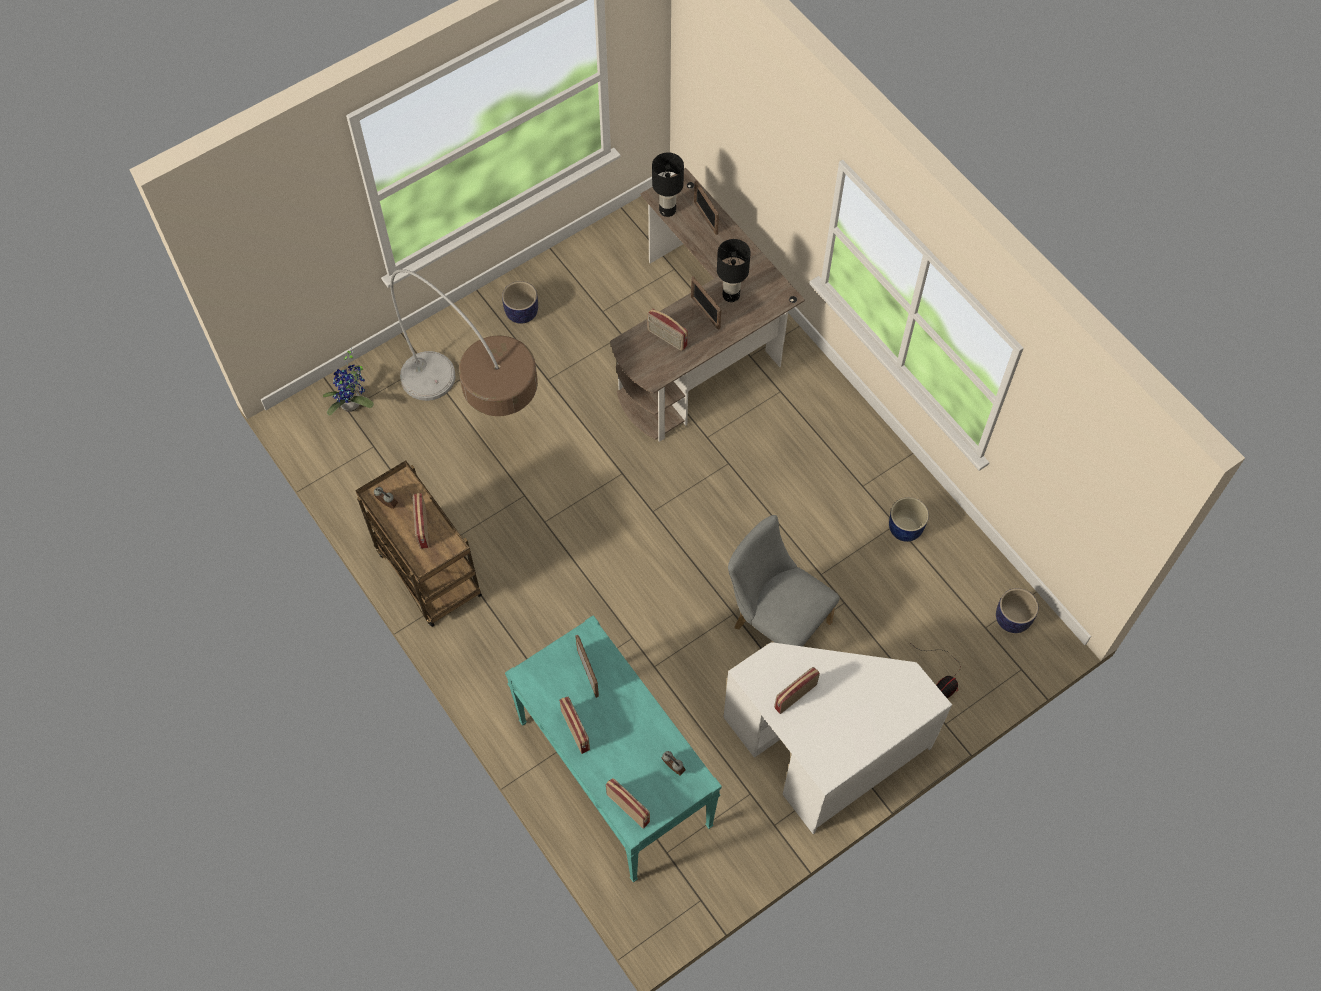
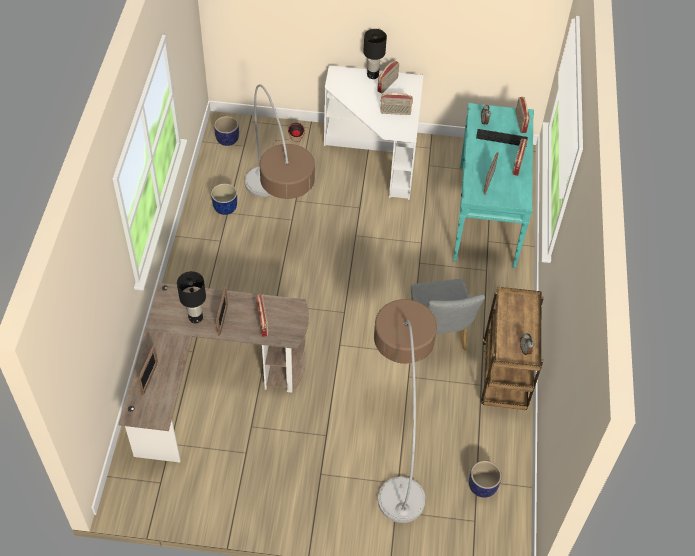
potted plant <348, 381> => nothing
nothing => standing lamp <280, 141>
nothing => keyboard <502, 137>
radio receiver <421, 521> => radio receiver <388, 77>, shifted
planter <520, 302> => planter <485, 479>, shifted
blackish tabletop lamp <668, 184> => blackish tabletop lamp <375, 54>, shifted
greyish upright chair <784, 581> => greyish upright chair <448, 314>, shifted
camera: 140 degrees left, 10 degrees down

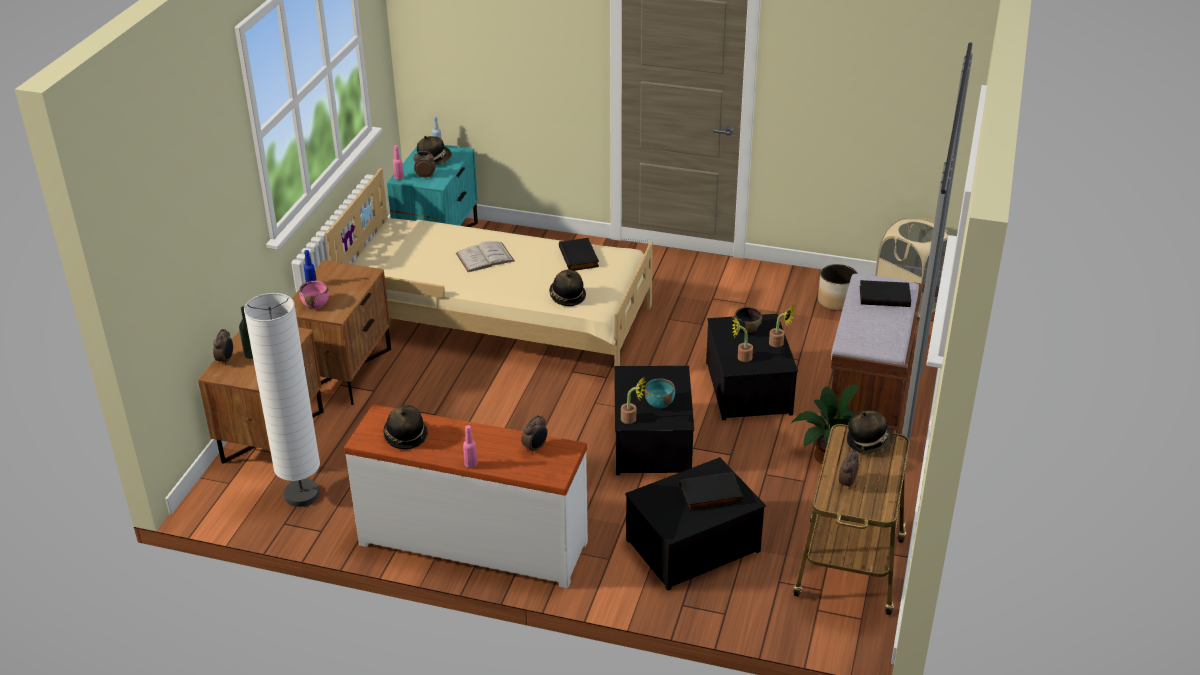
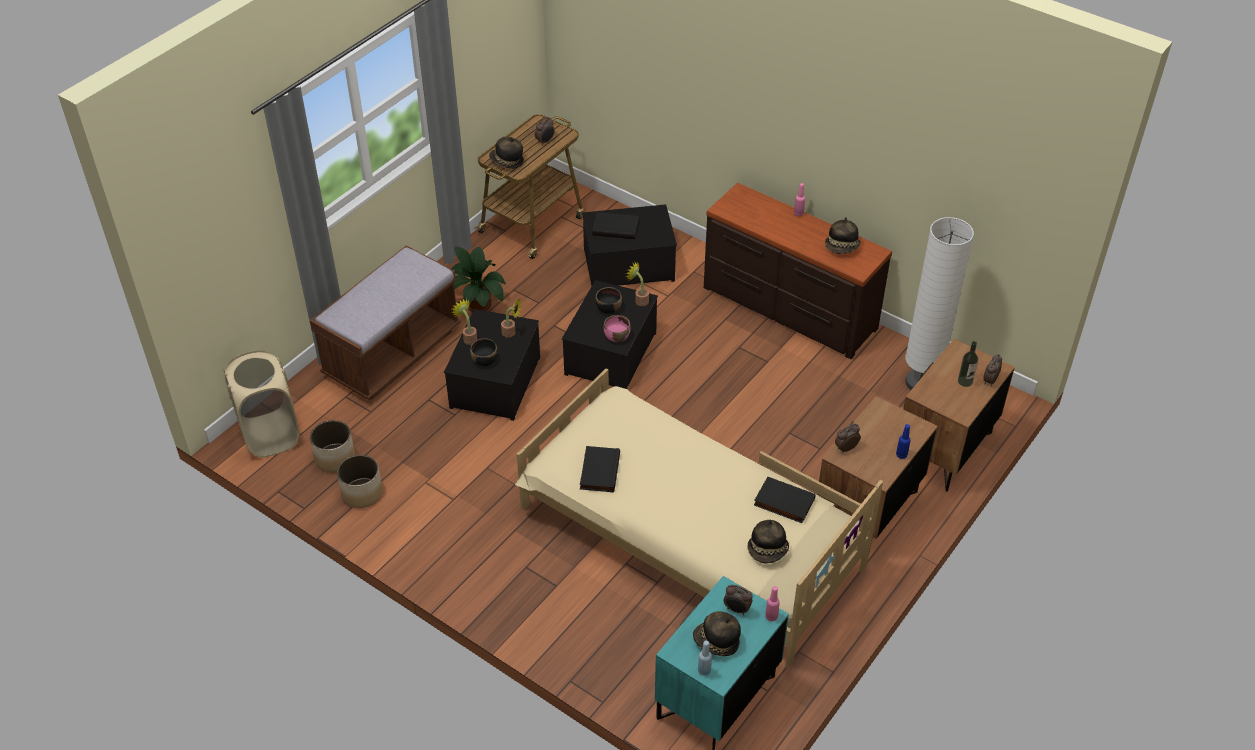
white-coloured volume <485, 256> => nothing
nothing => planter <360, 481>
pinkish serving bowl <314, 295> => pinkish serving bowl <617, 328>, shifted
bedside clock <534, 434> => bedside clock <848, 438>, shifted
clothing hat <567, 287> => clothing hat <768, 541>, shifted
blackish volume <885, 293> => blackish volume <785, 499>, shifted
white-coloured chest of drawers <466, 496> => brown chest of drawers <798, 271>
turquoise serving bowl <660, 393> => blackish serving bowl <608, 300>
camera: 160 degrees left, 10 degrees up

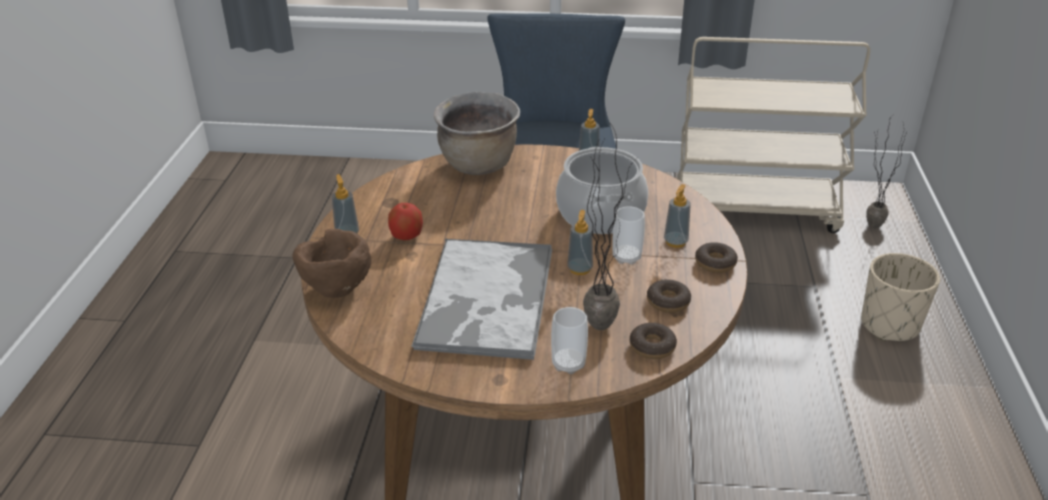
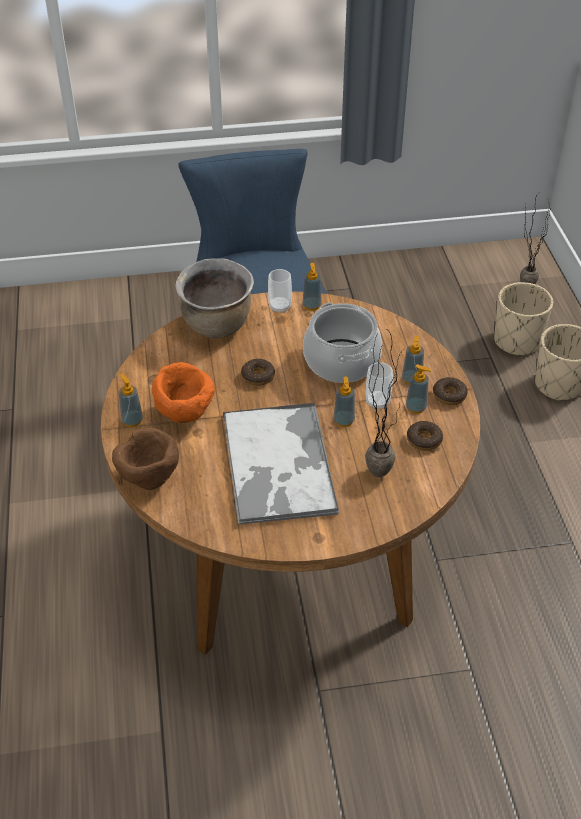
sand-coloured cart <773, 135> => nothing
nothing => soap bottle <419, 389>
nothing => sand-coloured planter <523, 319>
drinking cup <569, 340> => drinking cup <280, 291>, shifted
doughnut <653, 341> => doughnut <258, 372>, shifted
whole apple <405, 221> => orange serving bowl <183, 392>
camera: 15 degrees left, 10 degrees up

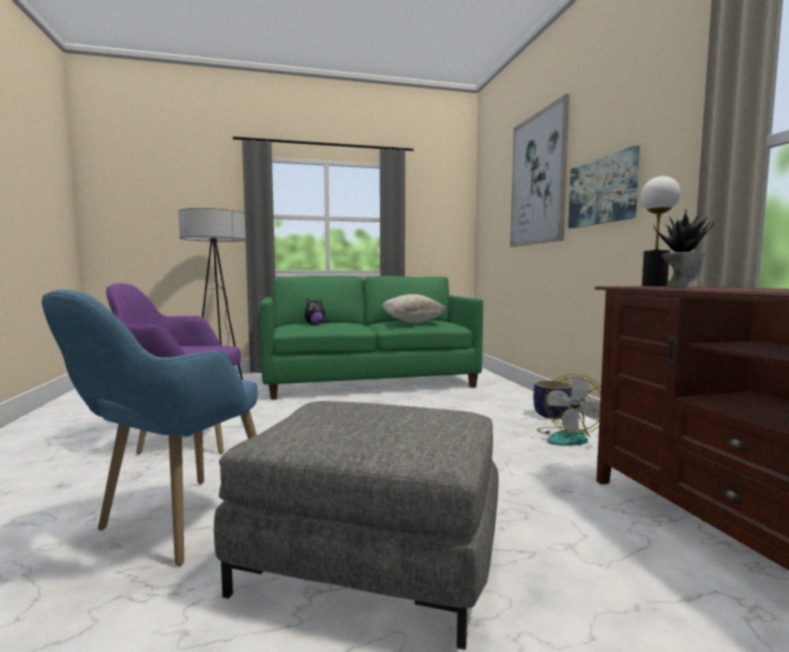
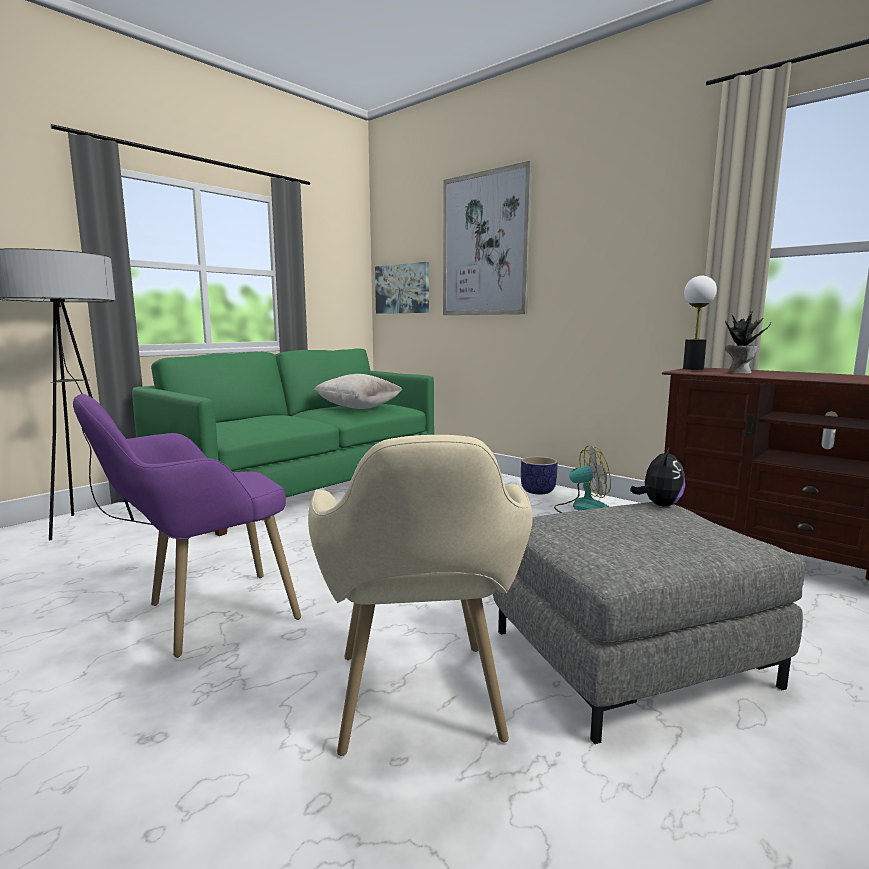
cuddly toy <314, 312> => cuddly toy <657, 476>, shifted
wall art <604, 187> => wall art <402, 288>, shifted
bluish lounge chair <150, 428> => sand-coloured lounge chair <420, 595>
electric fan <569, 410> => electric fan <582, 479>, 90 degrees counterclockwise
camera: 35 degrees left, 5 degrees up

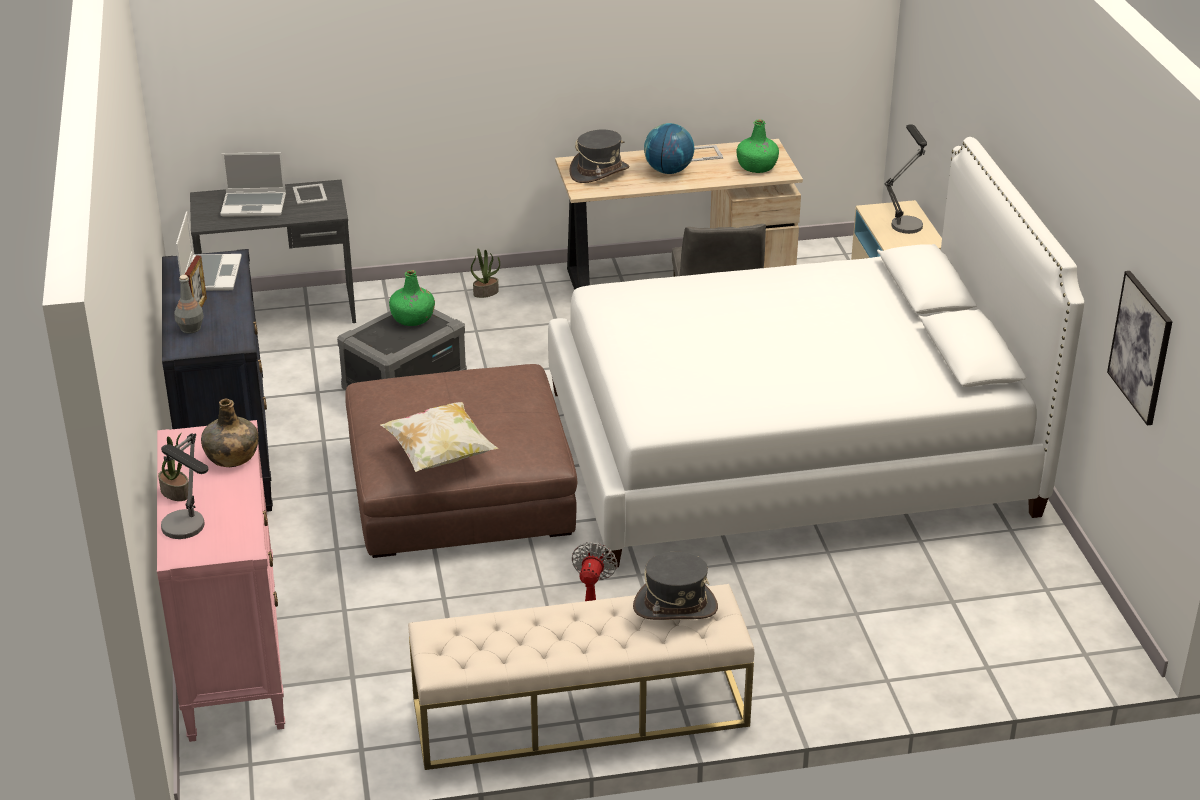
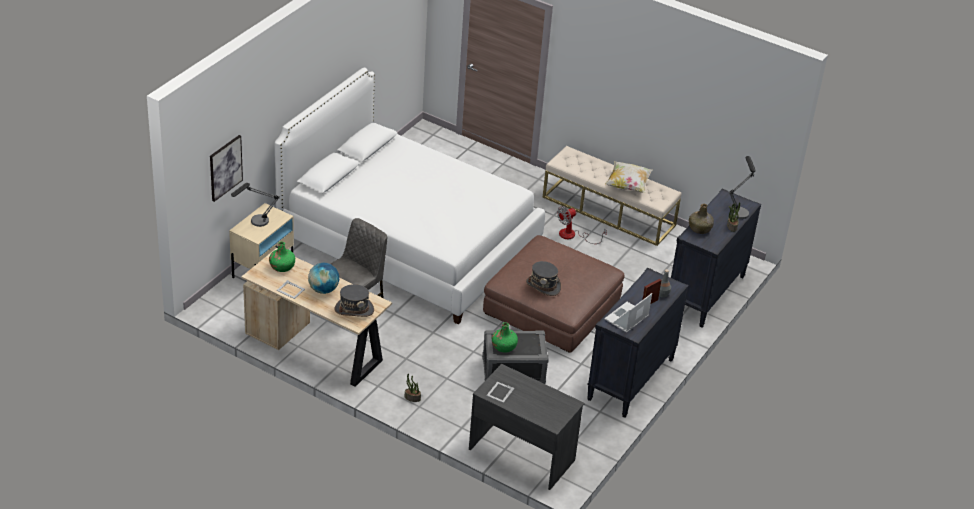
laptop <253, 184> => nothing
pillow <439, 437> => pillow <628, 177>, shifted
greyish clothing hat <675, 586> => greyish clothing hat <543, 278>, shifted
wall art <1140, 348> => wall art <226, 168>, shifted
pinkish chest of drawers <221, 581> => blackish chest of drawers <716, 258>
camera: 140 degrees left, 5 degrees up

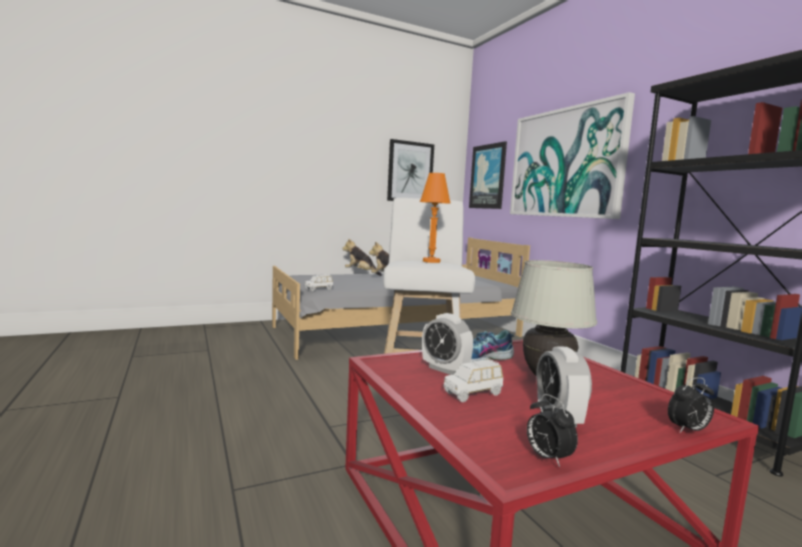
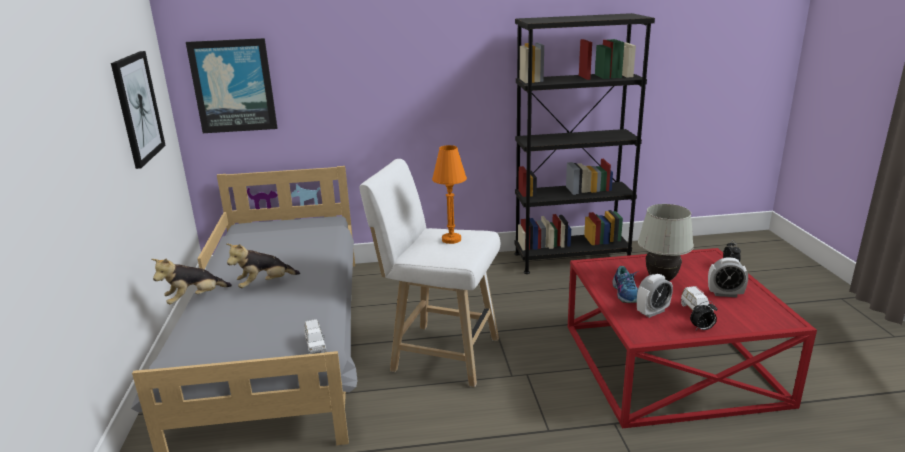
wall art <572, 155> => nothing
bedside clock <552, 430> => bedside clock <703, 315>, shifted
camera: 70 degrees left, 15 degrees up

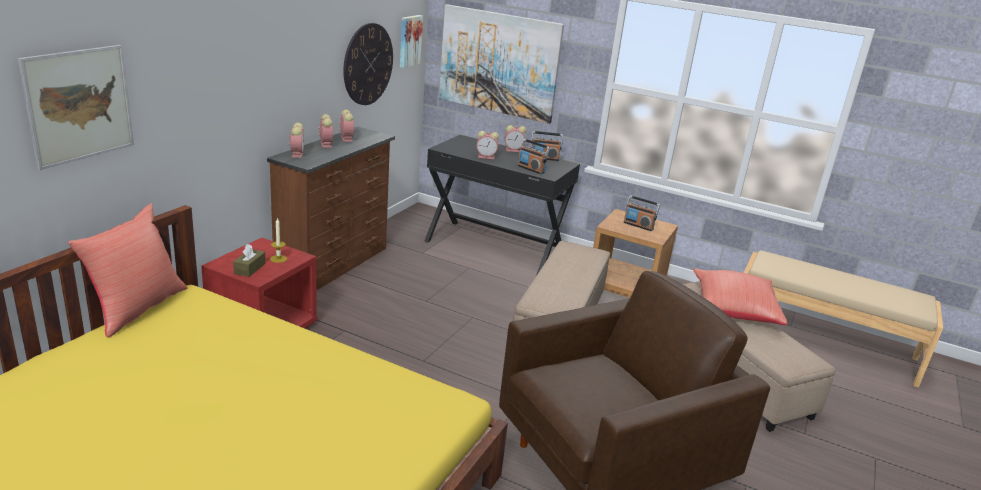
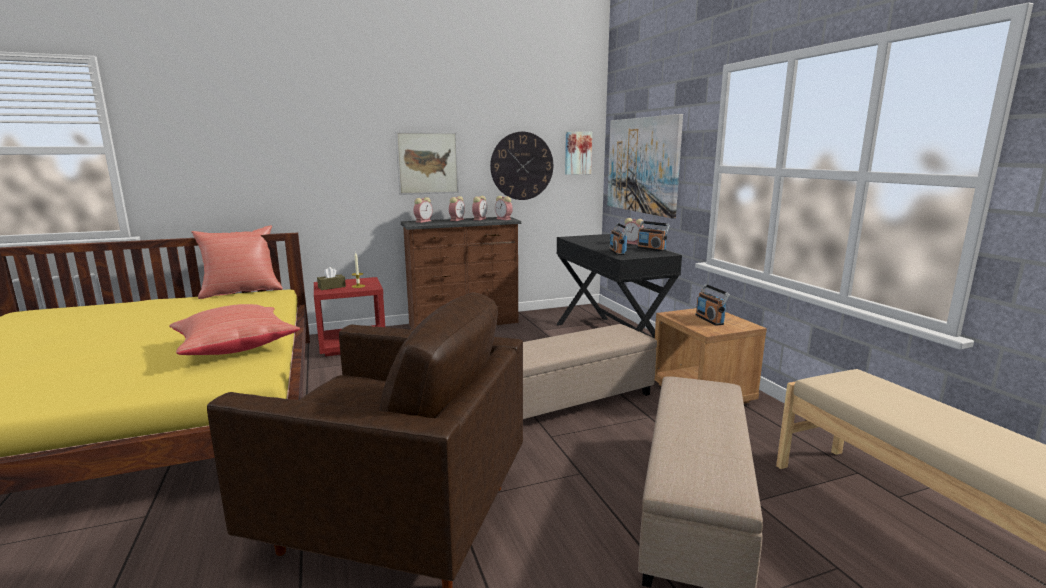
wall art <76, 107> => wall art <427, 163>, shifted
bedside clock <488, 145> => bedside clock <504, 208>, shifted
reddish pillow <740, 297> => reddish pillow <234, 329>, shifted
camera: 45 degrees right, 10 degrees down

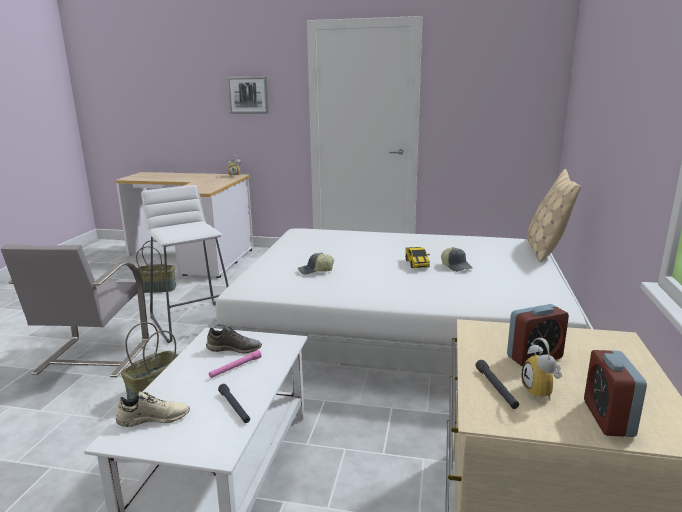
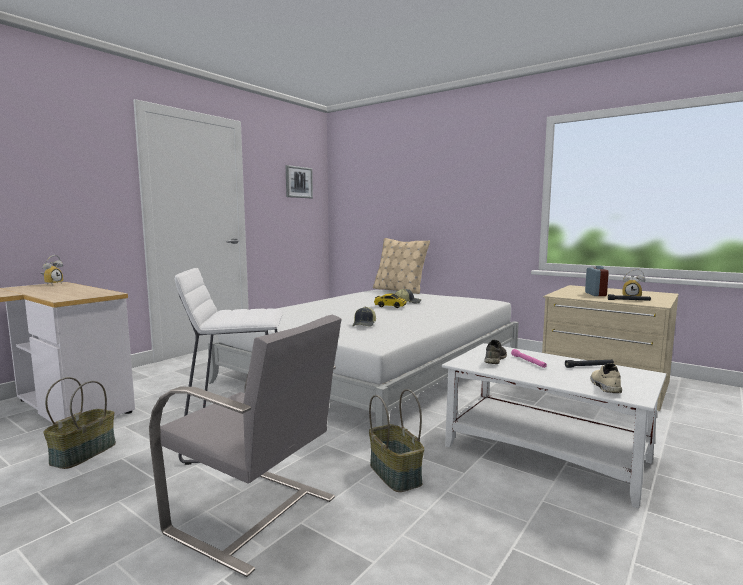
bedside clock <615, 393> => nothing
wall art <248, 95> => wall art <299, 181>, shifted
camera: 65 degrees left, 10 degrees down

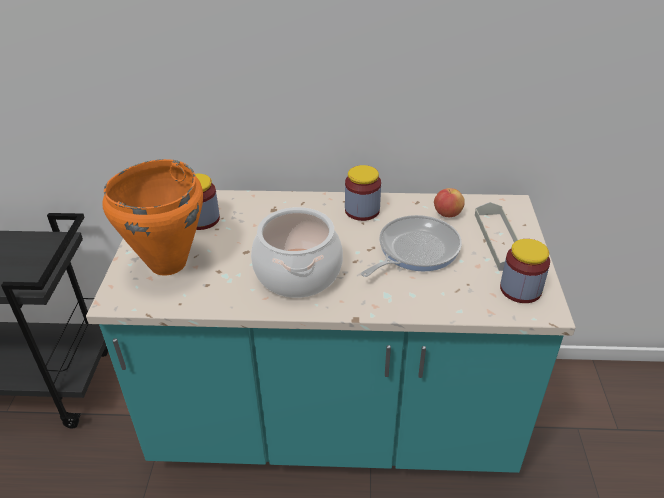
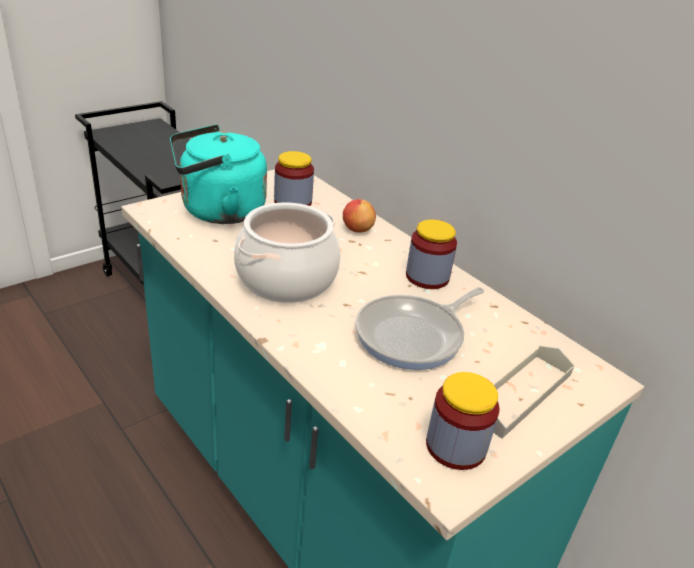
whole apple <449, 202> => whole apple <359, 215>, shifted
orange stockpot <152, 217> => turquoise kettle <218, 174>
skillet <411, 246> => skillet <420, 328>, 135 degrees clockwise
camera: 45 degrees right, 5 degrees down

